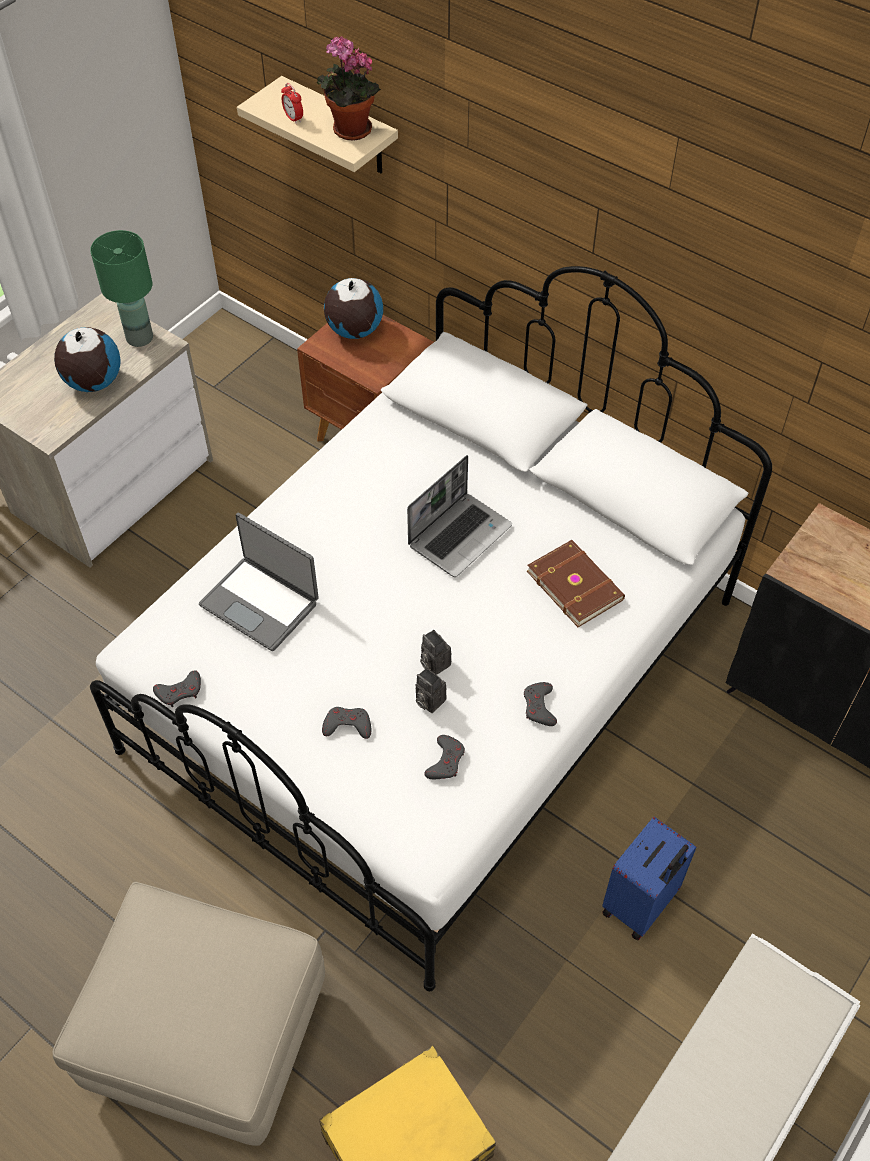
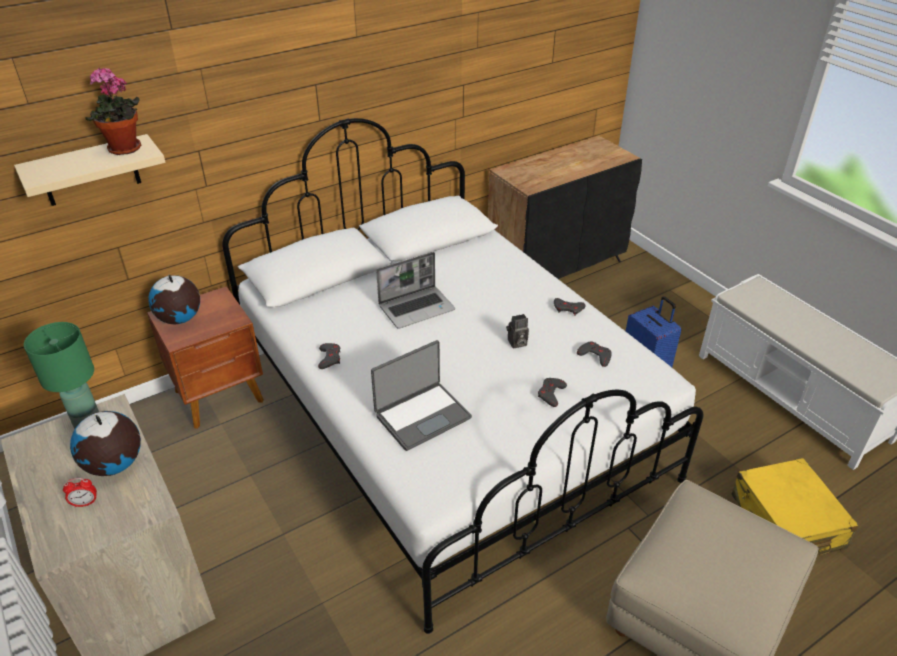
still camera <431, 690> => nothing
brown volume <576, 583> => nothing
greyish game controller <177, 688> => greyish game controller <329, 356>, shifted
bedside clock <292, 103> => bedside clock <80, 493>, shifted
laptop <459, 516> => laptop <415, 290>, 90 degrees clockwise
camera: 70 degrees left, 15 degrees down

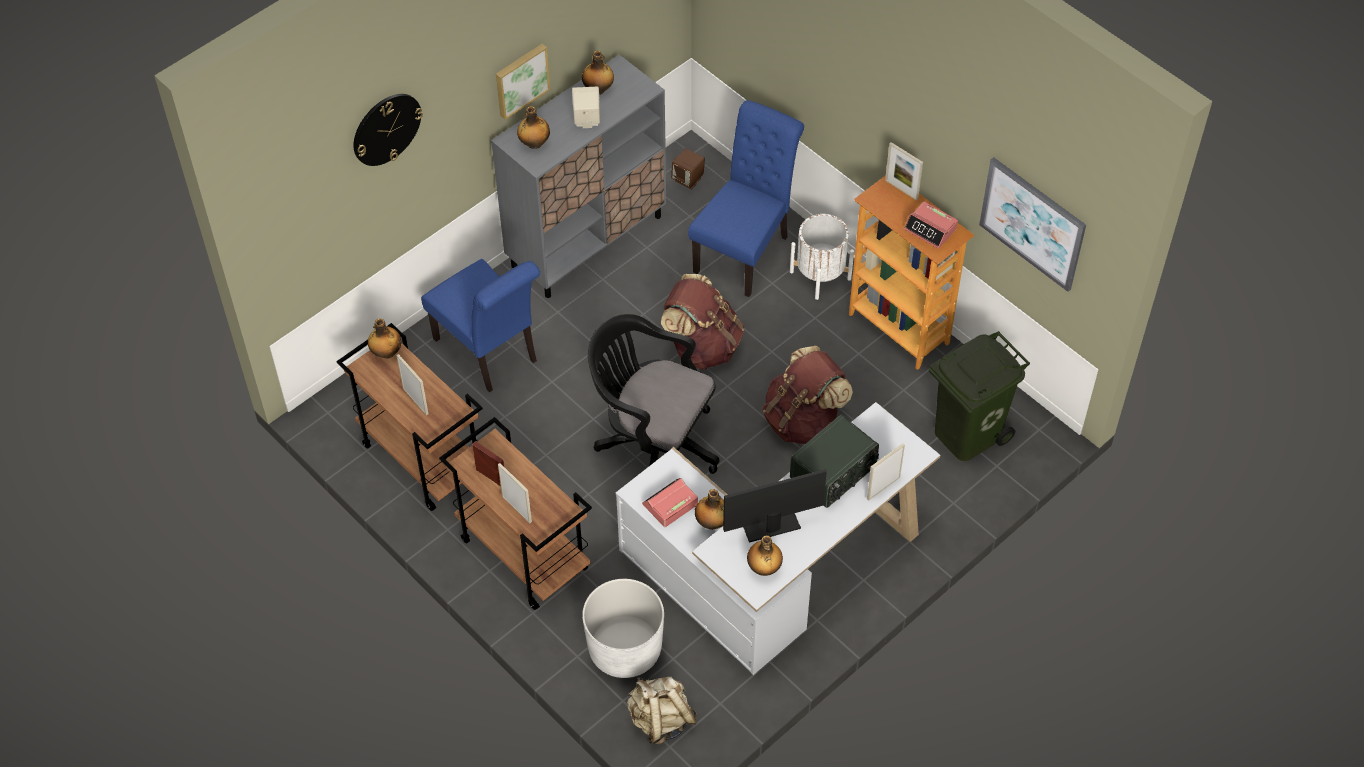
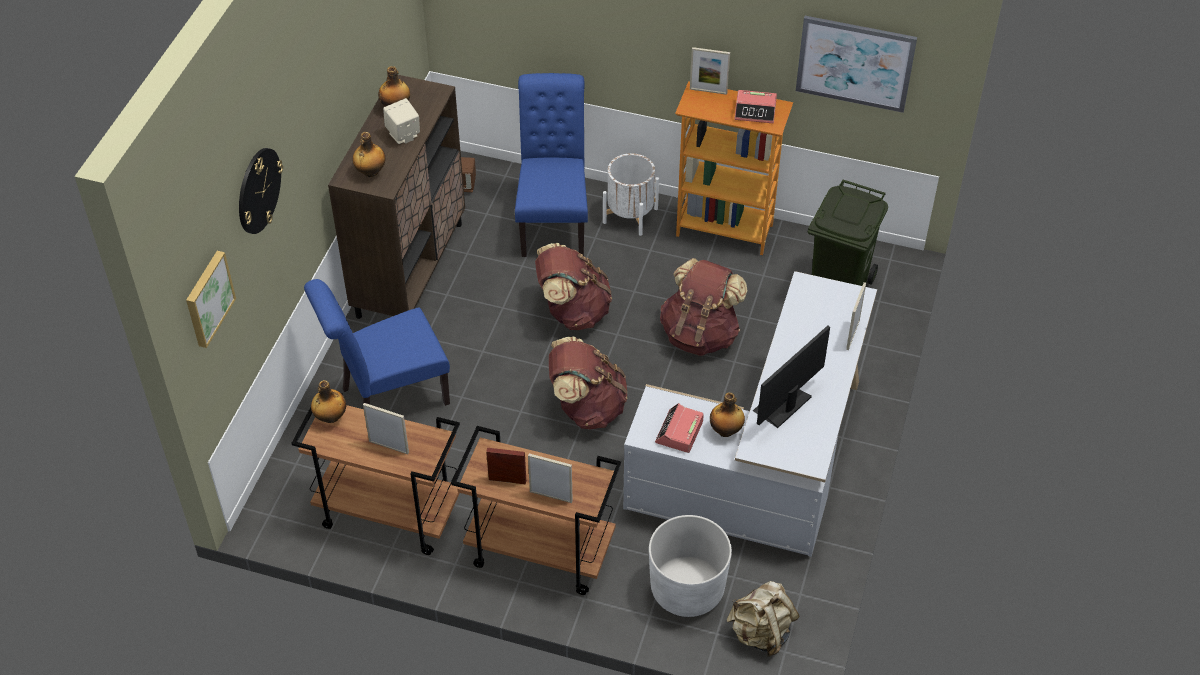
drink bottle <765, 555> => nothing
radio receiver <834, 461> => nothing
wall art <523, 82> => wall art <211, 299>, shifted
blackish computer chair <653, 394> => brown knapsack <588, 382>
greyish cupboard <578, 176> => brown cupboard <396, 197>
bluish upright chair <480, 325> => bluish upright chair <377, 342>, 135 degrees clockwise
camera: 30 degrees left, 5 degrees down

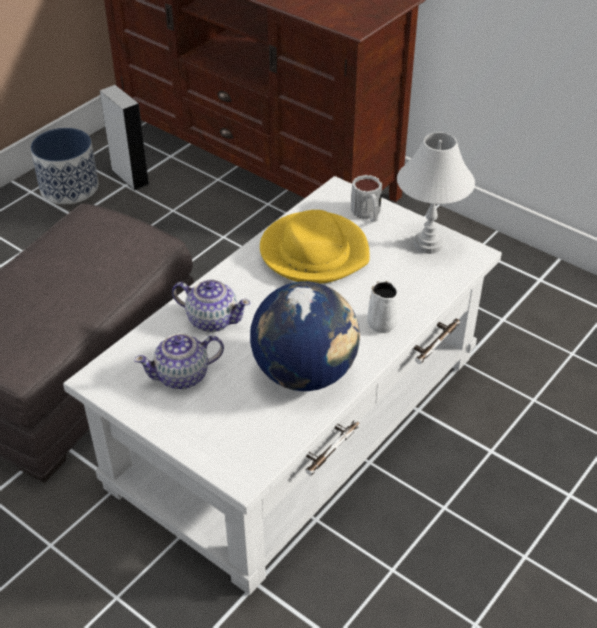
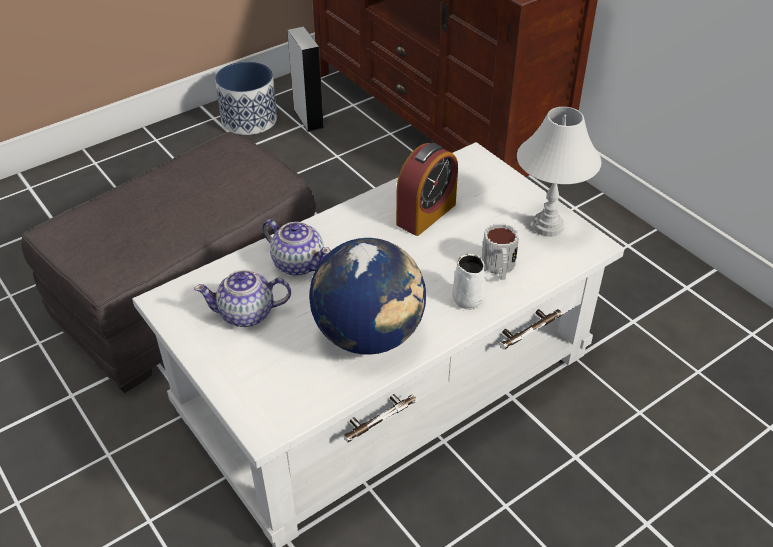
tea mug <366, 198> => tea mug <500, 252>, shifted
yellow-coloured clothing hat <315, 247> => bedside clock <427, 189>
camera: 15 degrees right, 0 degrees up

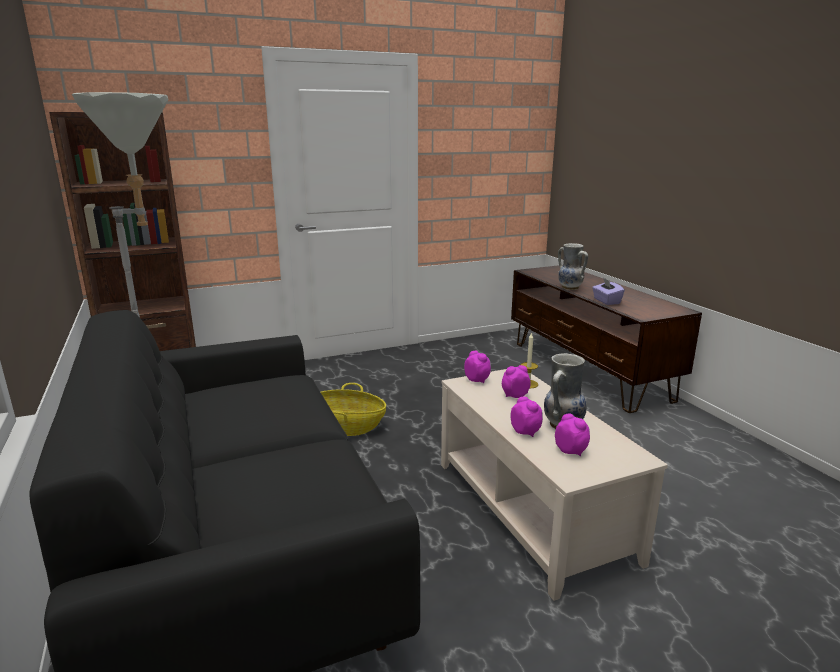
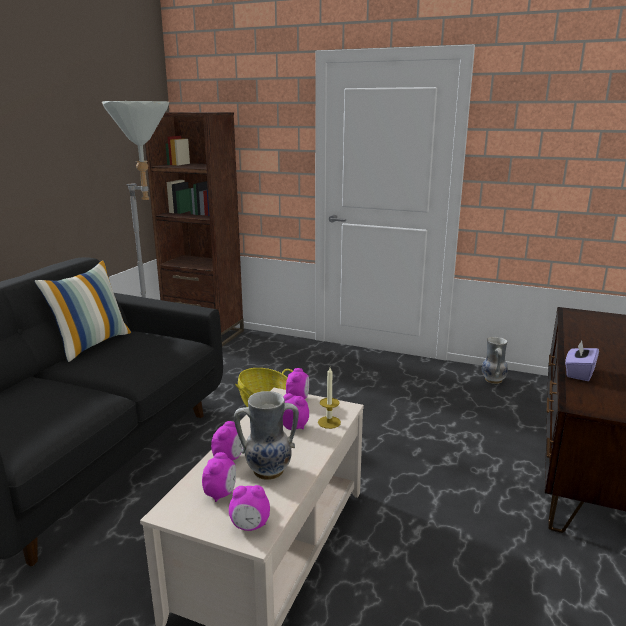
nothing => pillow <83, 311>
nothing => bedside clock <249, 508>
flower vase <573, 266> => flower vase <495, 360>, shifted
camera: 45 degrees right, 0 degrees up

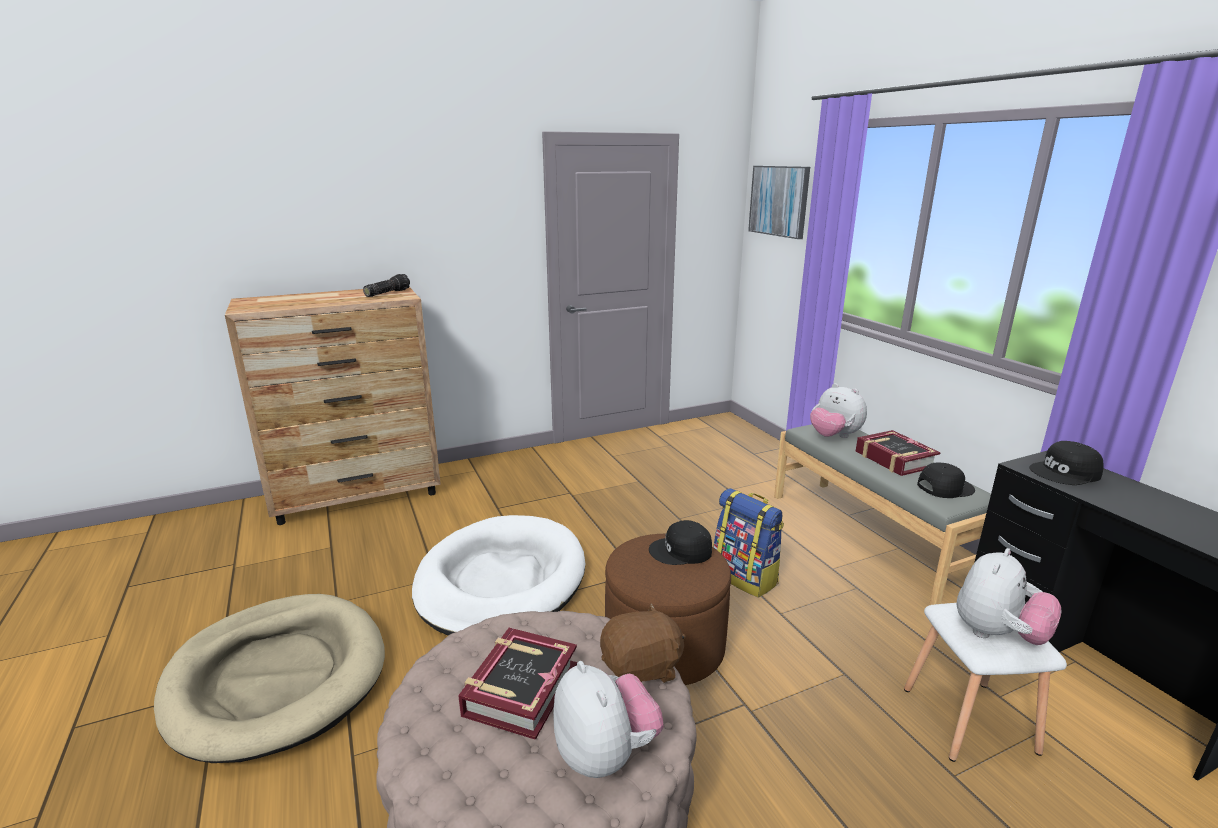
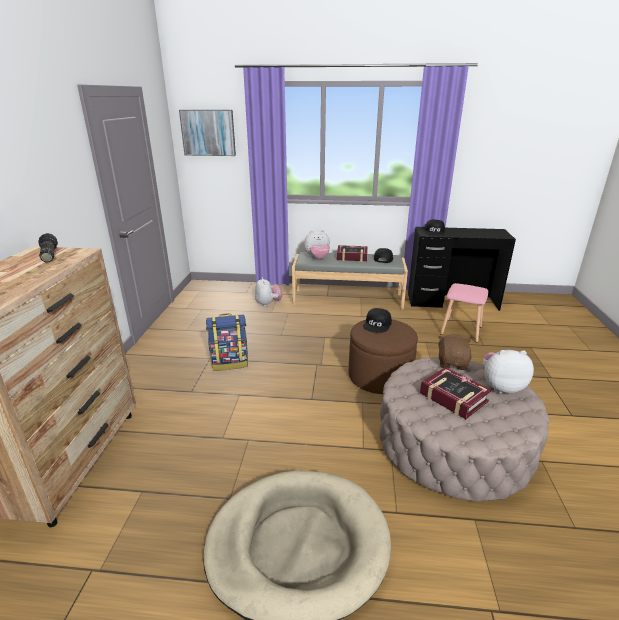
white-coloured pet bed <499, 575> => nothing
knapsack <748, 543> => knapsack <227, 342>, shifted
cuddly toy <1009, 596> => cuddly toy <268, 292>, shifted
white-coloured sitting stool <985, 682> => pinkish sitting stool <464, 313>
camera: 60 degrees left, 5 degrees up

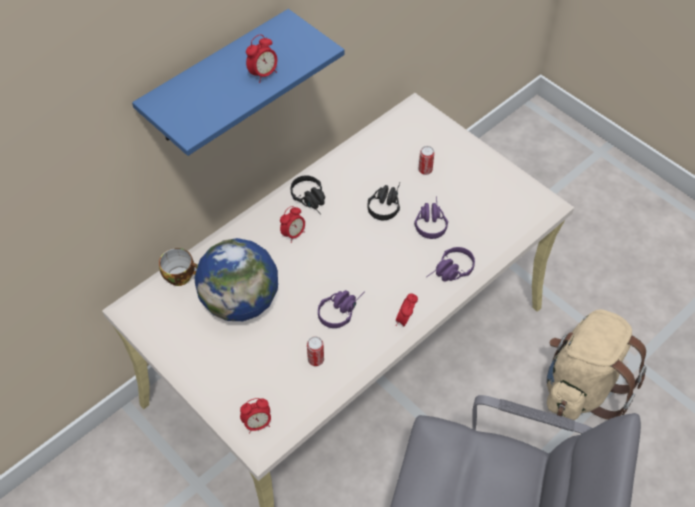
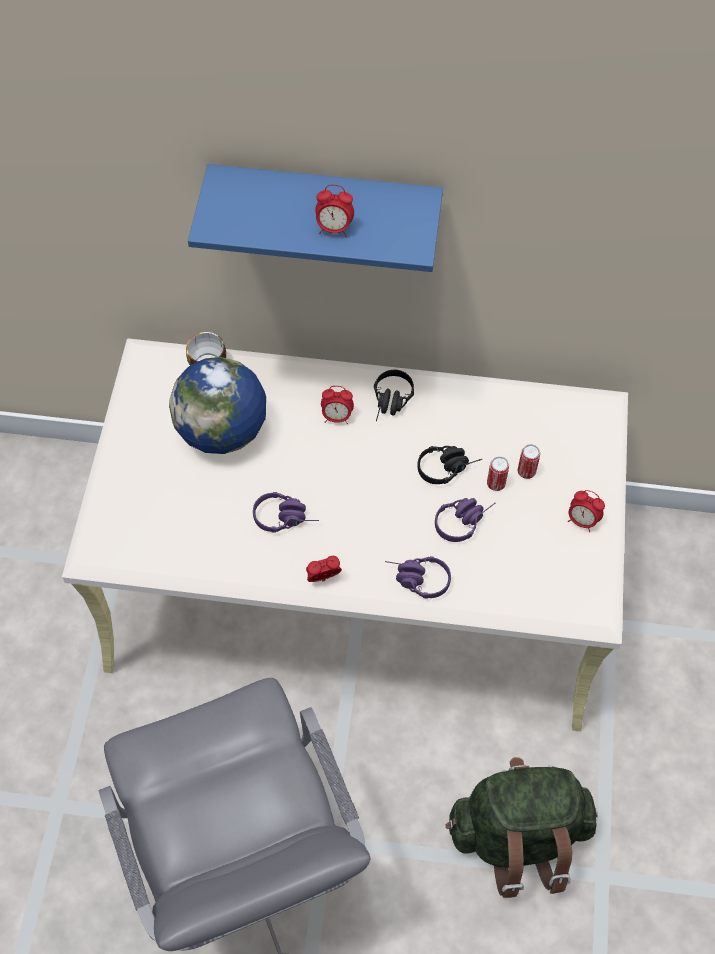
bedside clock <255, 416> => bedside clock <586, 511>, shifted
sealed can <315, 351> => sealed can <498, 473>, shifted
sand-coloured knapsack <596, 364> => greenish knapsack <522, 827>
camera: 50 degrees right, 5 degrees up

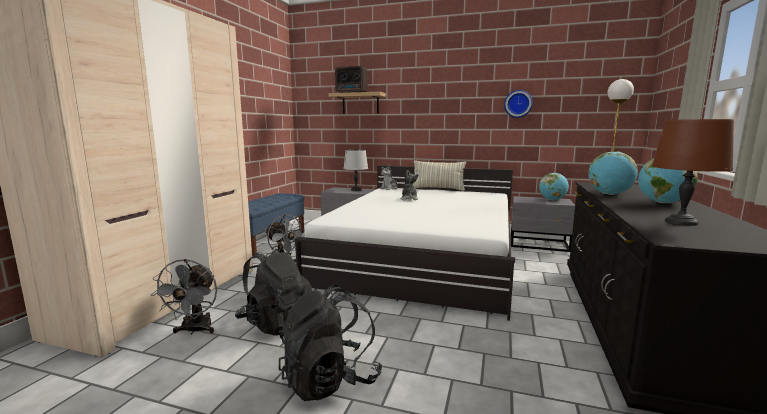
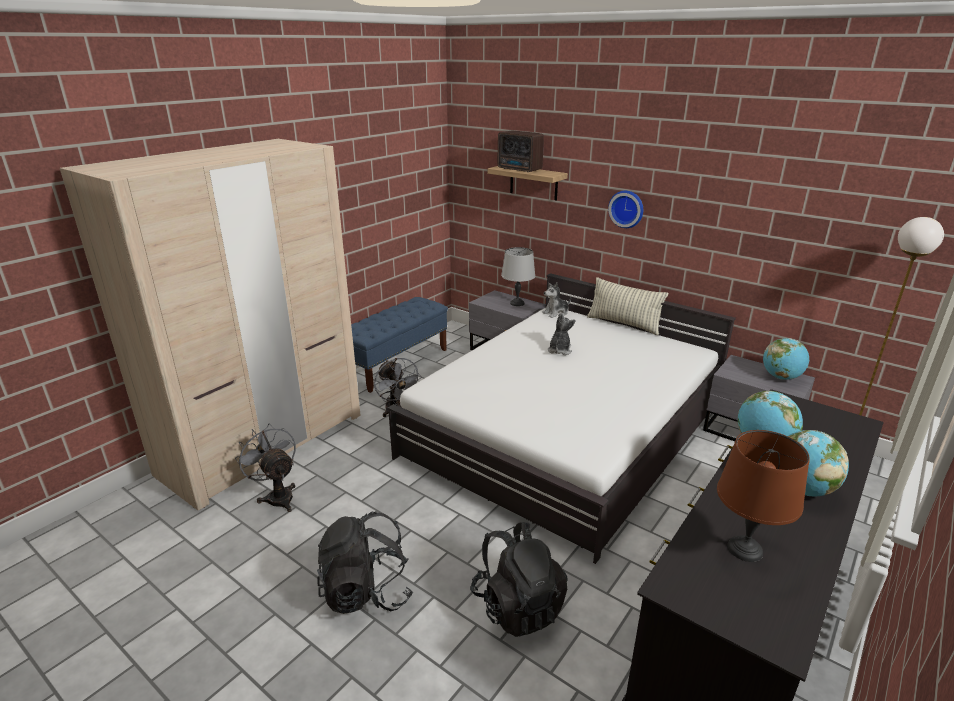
blackish knapsack <273, 292> => blackish knapsack <519, 579>, shifted
hanging clock <518, 104> => hanging clock <625, 209>, shifted
greyish electric fan <184, 297> => greyish electric fan <265, 468>, 120 degrees clockwise
camera: 20 degrees right, 15 degrees up

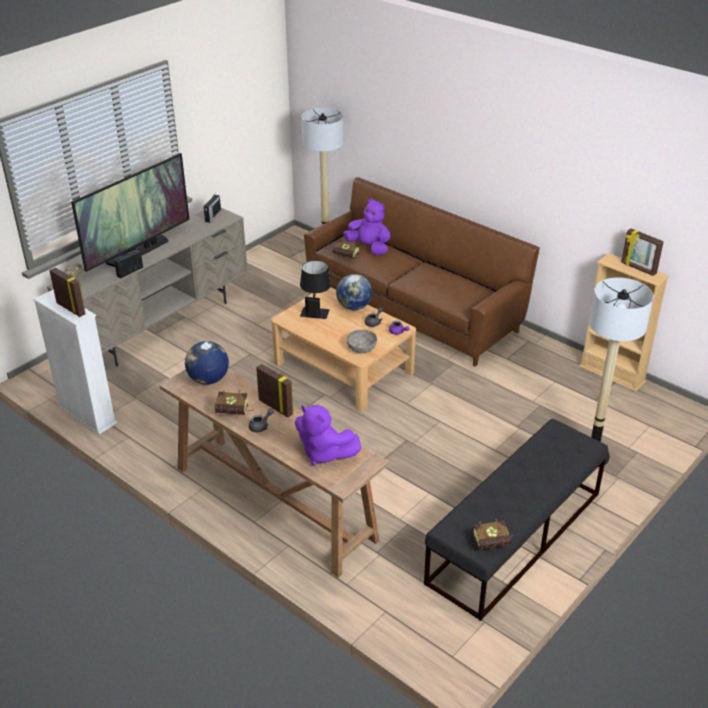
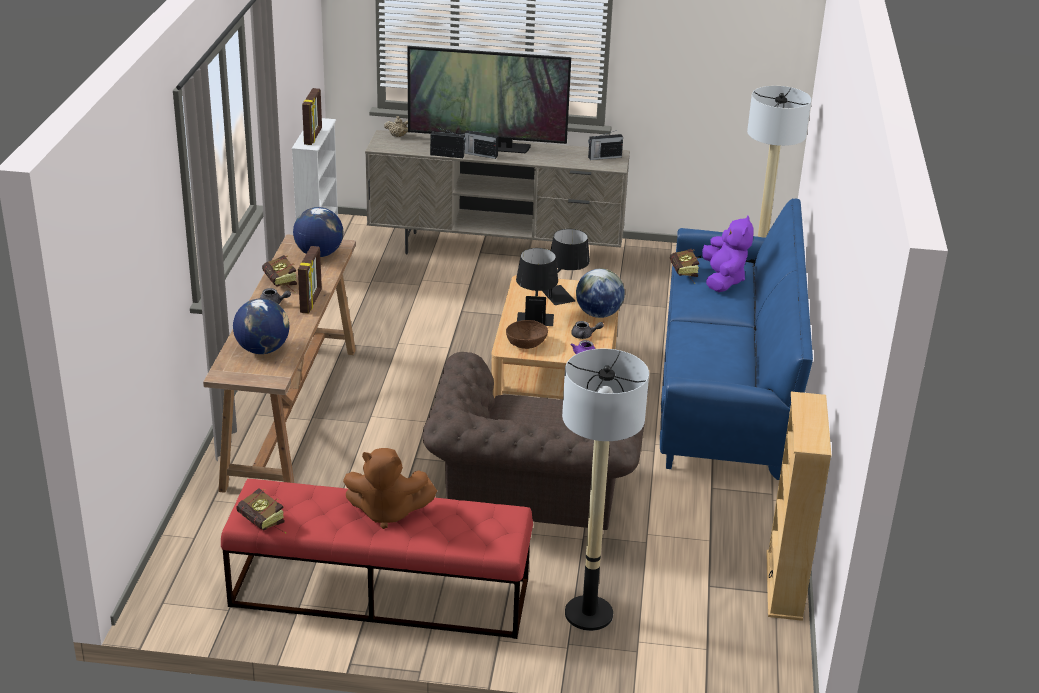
standing frame <642, 252> => nothing
nothing => brown cuddly toy <390, 488>
nothing => brown lounge chair <535, 441>
nothing => radio receiver <481, 144>
nothing => blackish tabletop lamp <537, 287>
purple cuddly toy <328, 435> => desk globe <261, 326>
brown settee <422, 272> => bluish settee <736, 339>
greyish serving bowl <362, 341> => brown serving bowl <527, 334>
blackish long seat <516, 520> => reddish long seat <377, 559>
camera: 55 degrees right, 5 degrees down

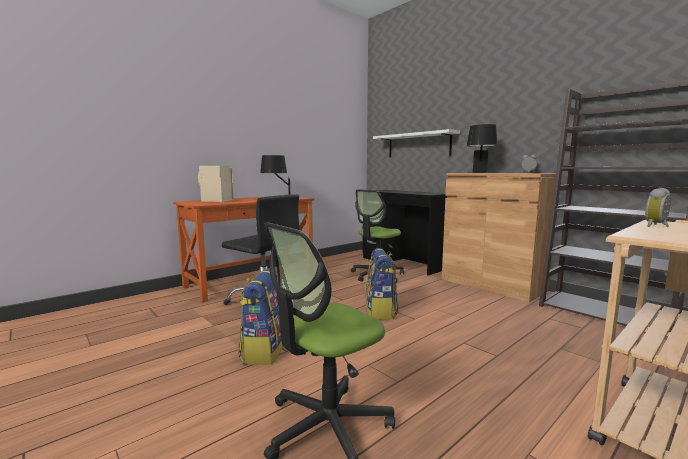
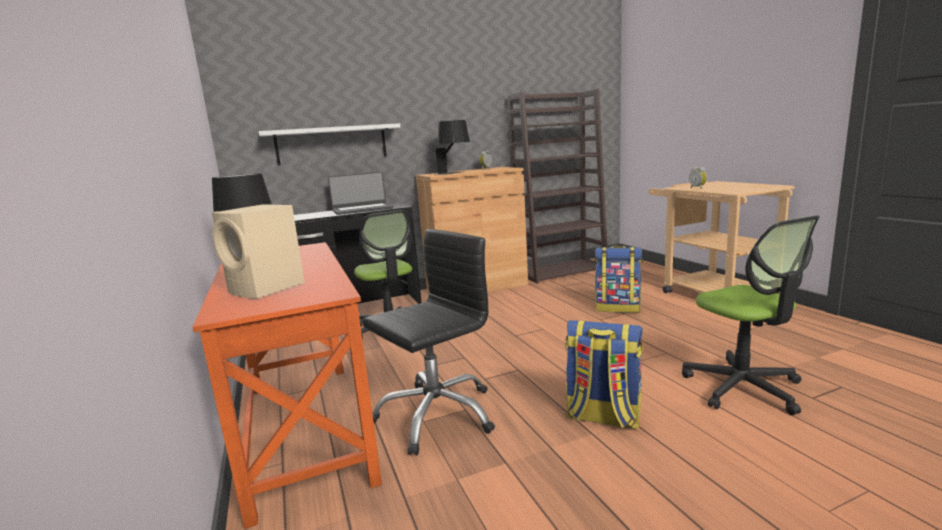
nothing => laptop <360, 193>
knapsack <382, 284> => knapsack <618, 279>, shifted
camera: 70 degrees left, 5 degrees up

